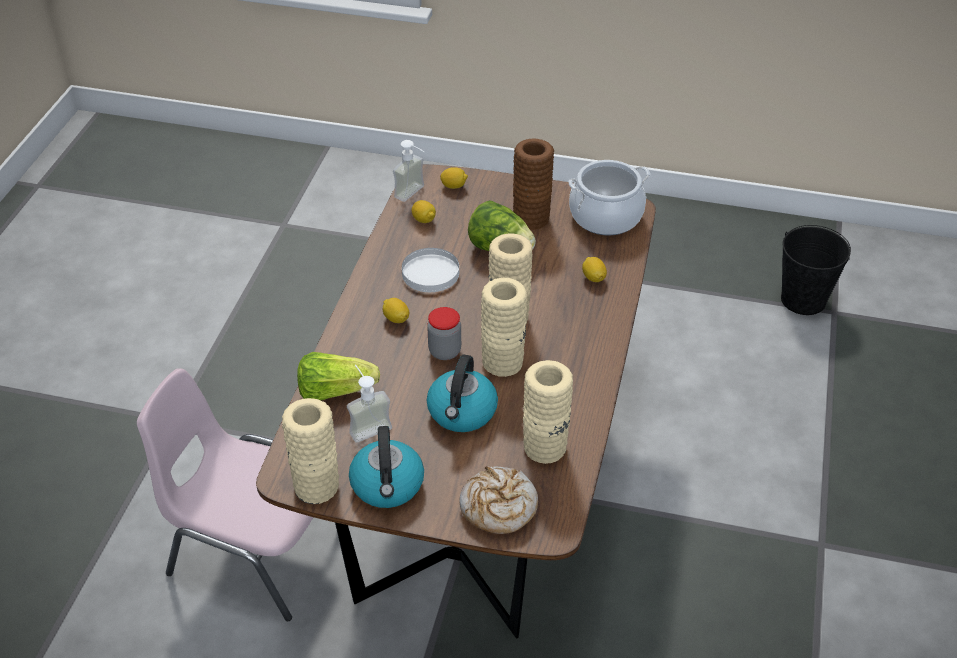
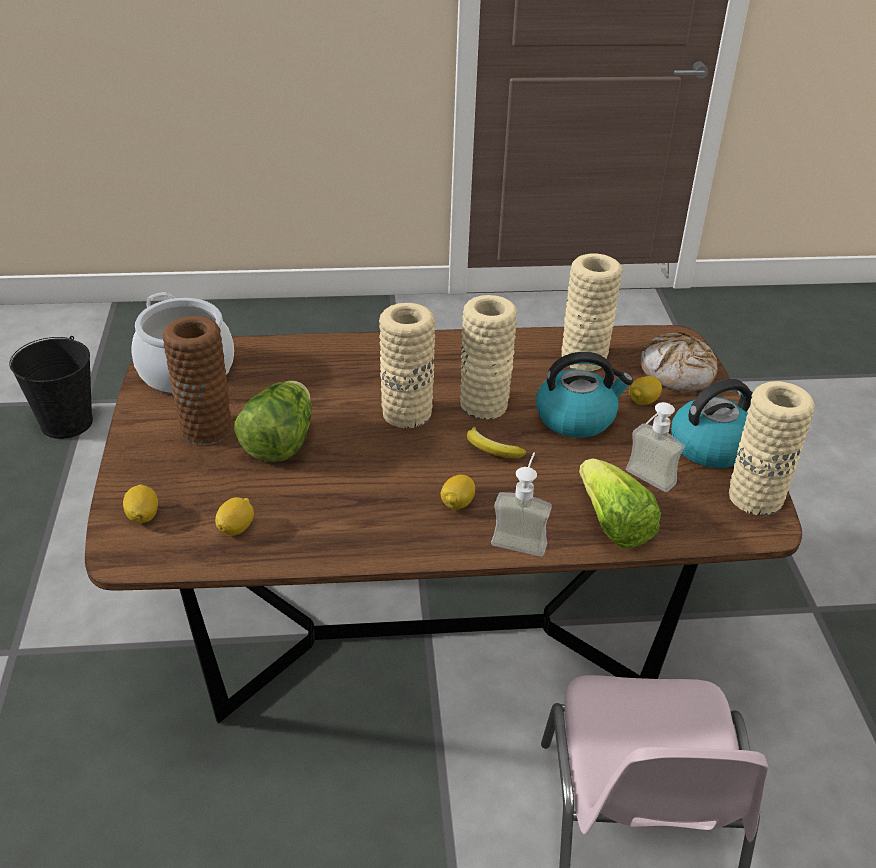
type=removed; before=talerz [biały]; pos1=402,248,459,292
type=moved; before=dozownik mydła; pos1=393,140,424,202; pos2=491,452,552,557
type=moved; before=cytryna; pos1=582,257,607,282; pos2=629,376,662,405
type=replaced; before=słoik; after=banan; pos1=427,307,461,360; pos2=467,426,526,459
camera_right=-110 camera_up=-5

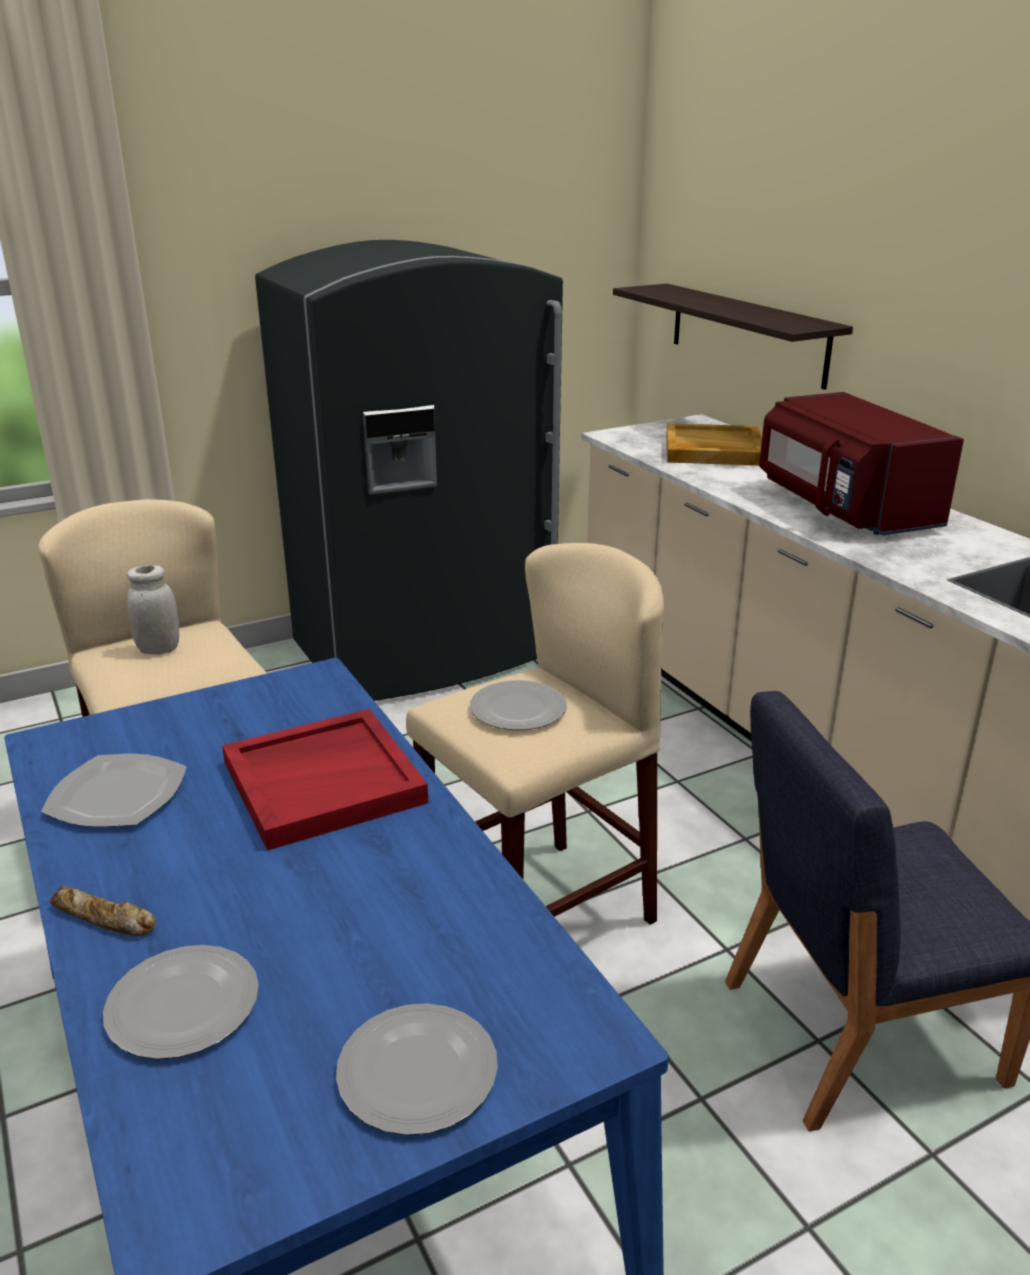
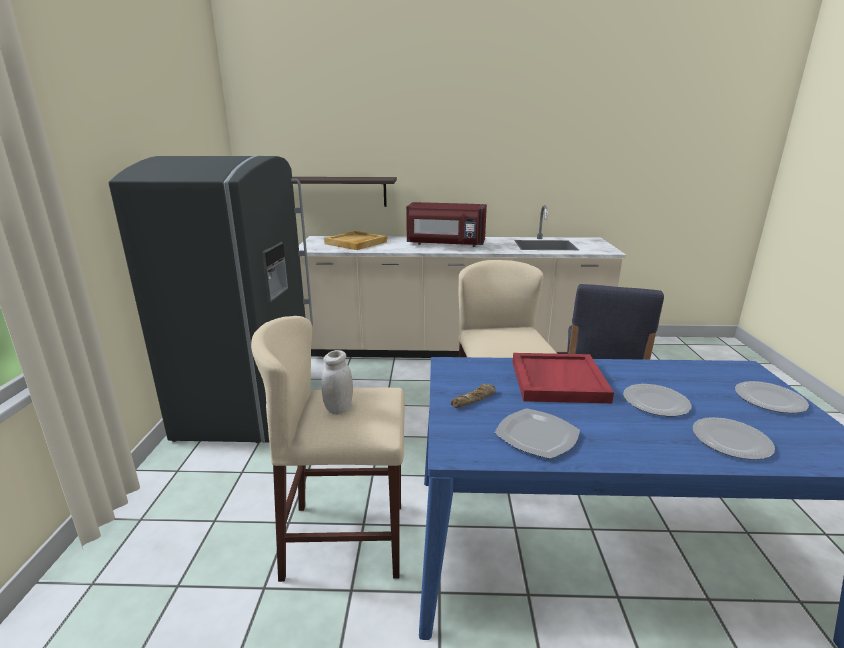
type=moved; before=chleb; pos1=50,886,156,936; pos2=451,384,495,408
type=moved; before=talerz; pos1=470,680,567,730; pos2=623,384,691,416
camera_right=-60 camera_up=-5

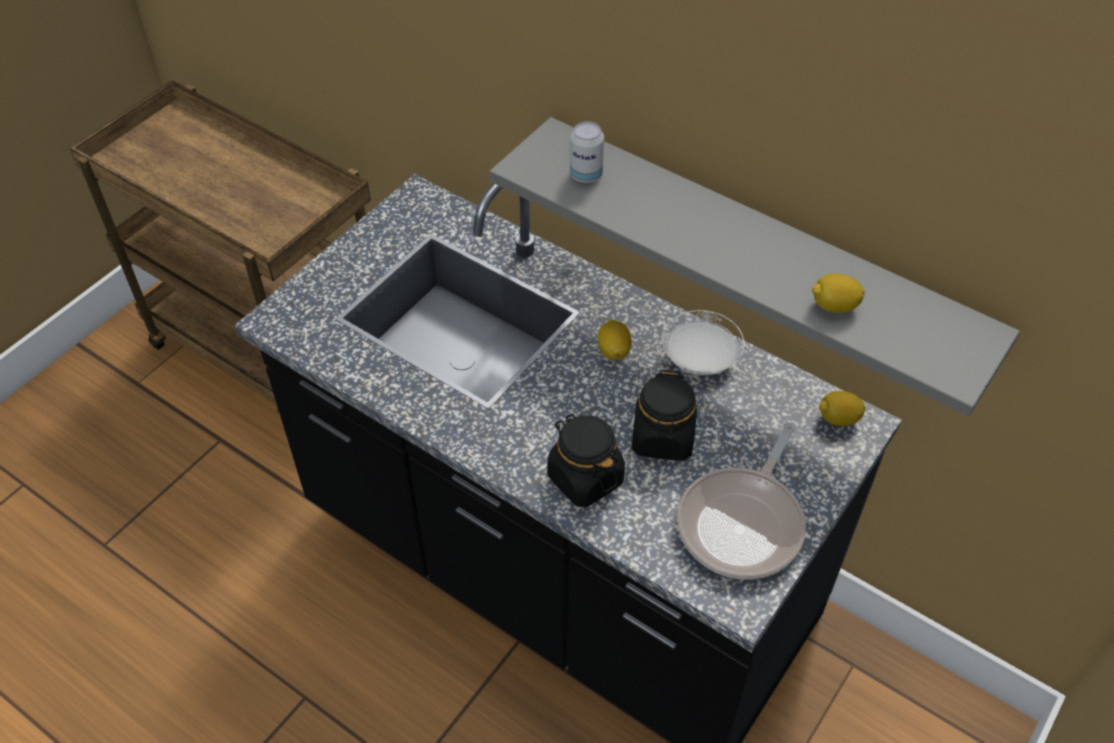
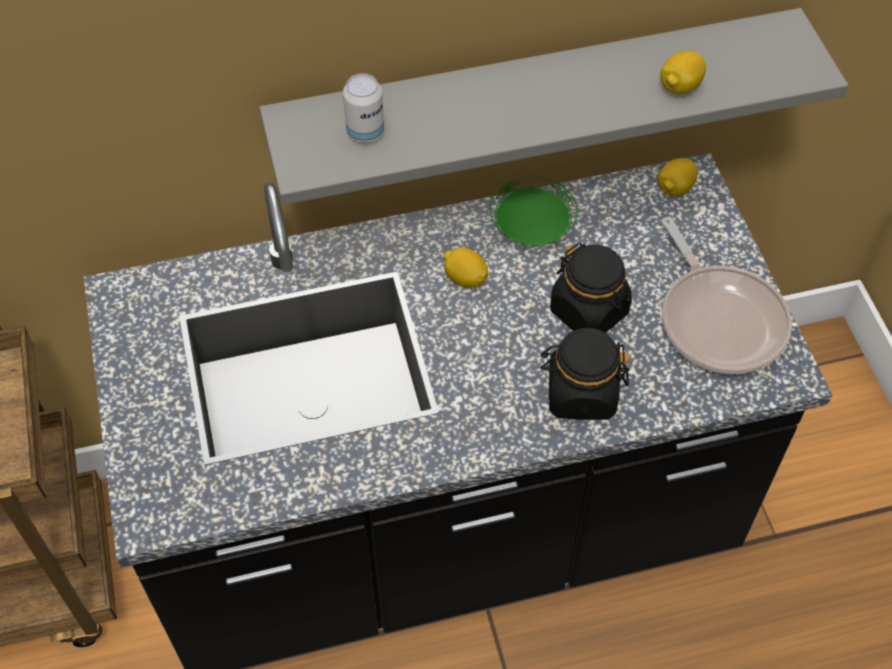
type=recoloured; before=talerz [biały]; after=talerz [zielony]; pos1=662,310,744,375; pos2=490,176,578,246
camera_right=-50 camera_up=5

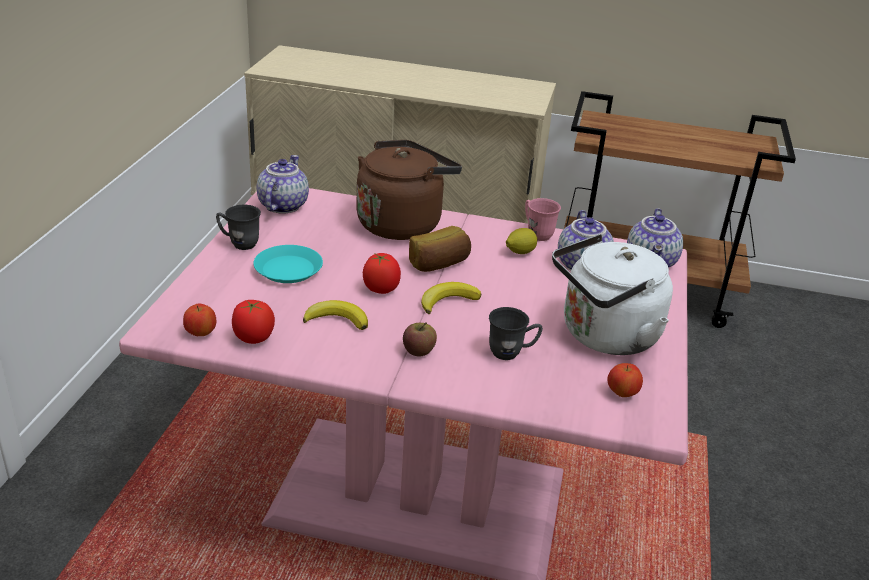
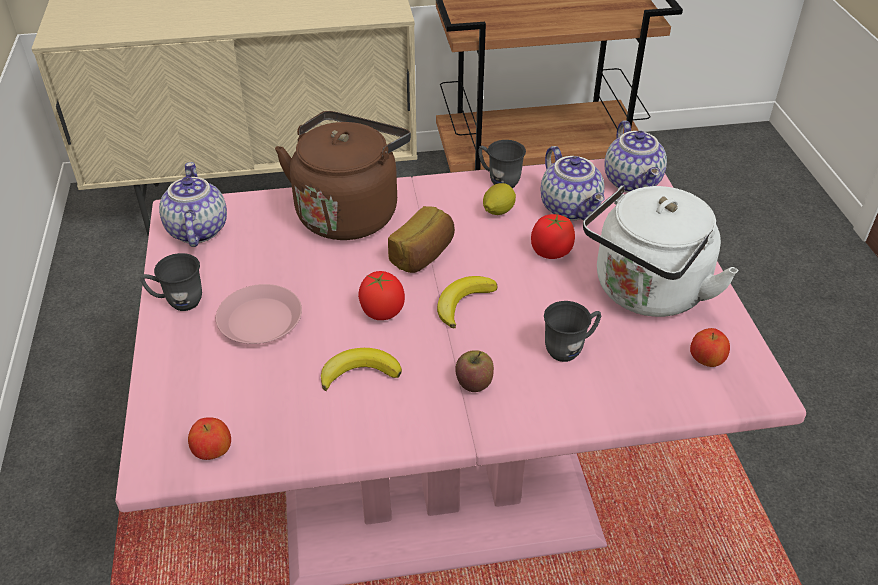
type=moved; before=pomidor; pos1=232,300,275,344; pos2=531,214,575,259
type=recoloured; before=talerz [turkusowy]; after=talerz [różowy]; pos1=253,245,323,283; pos2=216,284,302,344
type=recoloured; before=kubek [różowy]; after=kubek [szary]; pos1=525,198,561,241; pos2=478,140,526,188
camera_right=-20 camera_up=10

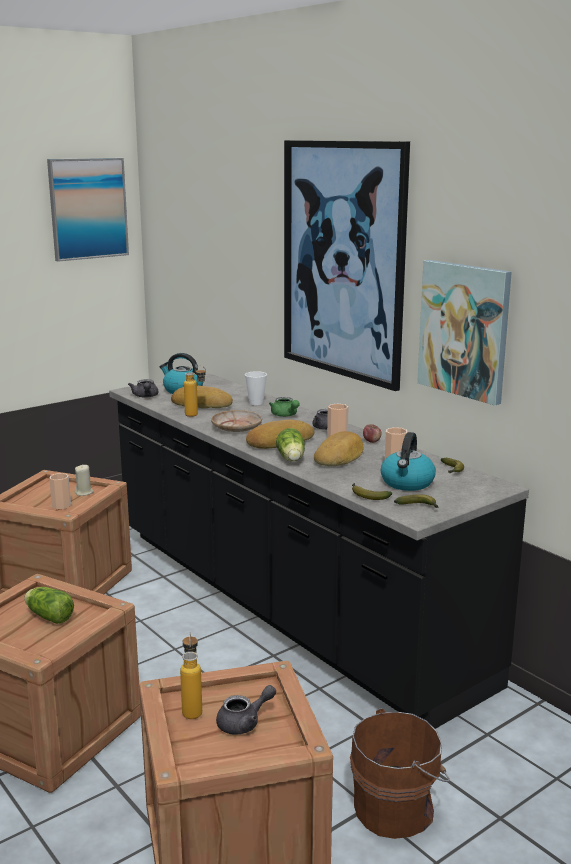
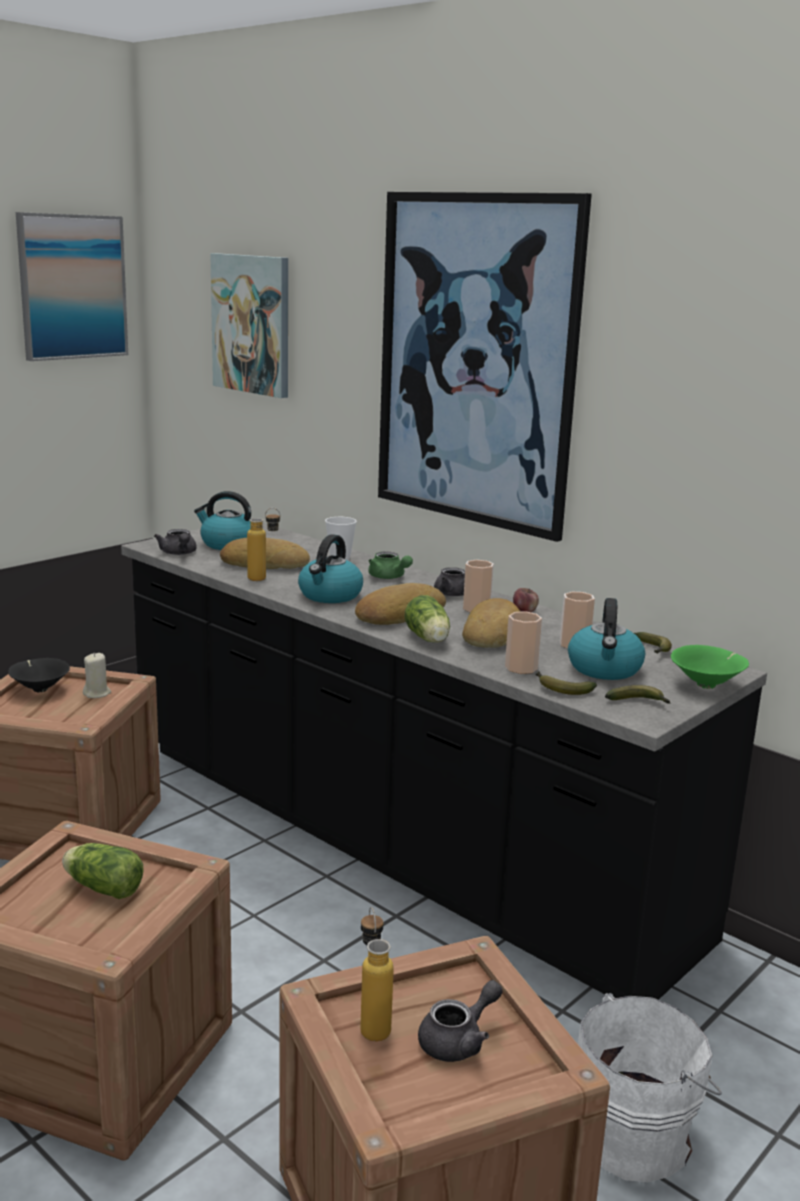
type=added; after=miska [czarny]; pos2=8,658,70,692
type=added; after=miska [zielony]; pos2=671,645,749,689
type=moved; before=filiżanka; pos1=49,473,71,509; pos2=505,611,542,674
type=moved; before=obraz; pos1=417,260,512,405; pos2=210,253,288,398
type=replaced; before=talerz [beżowy]; after=czajnik; pos1=211,410,262,432; pos2=298,534,363,603
type=recoloured; before=wiadro [brązowy]; after=wiadro [biały]; pos1=350,708,450,839; pos2=578,993,722,1182
camera_right=-10 camera_up=0

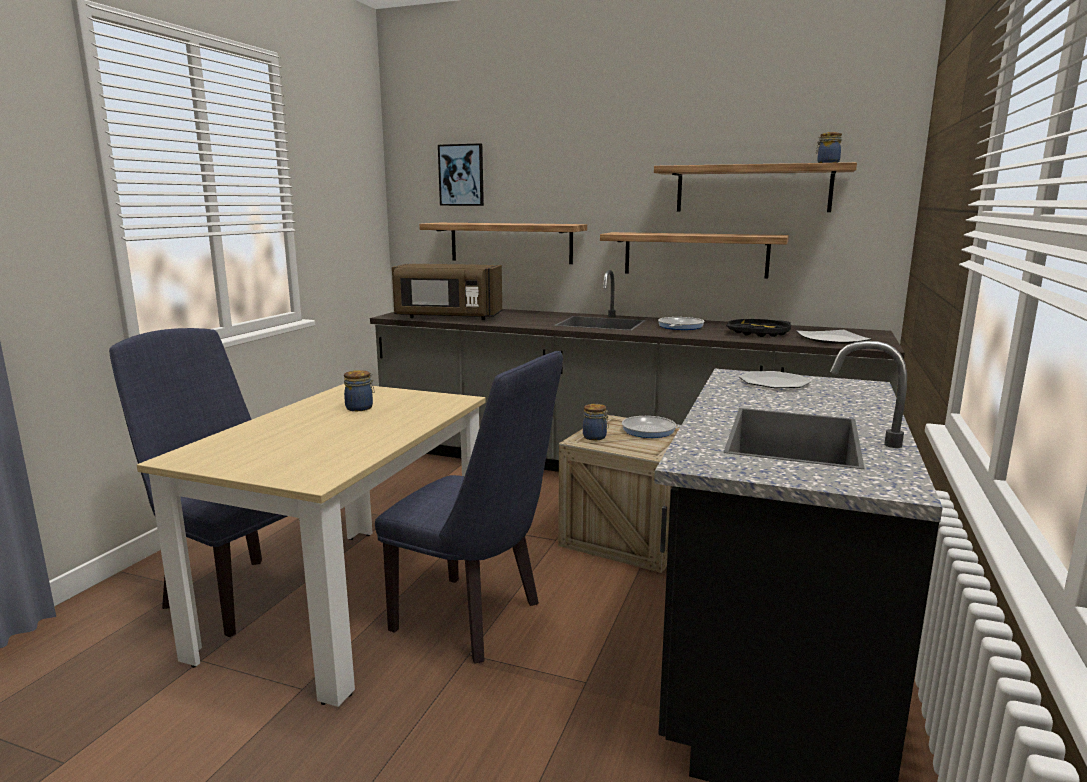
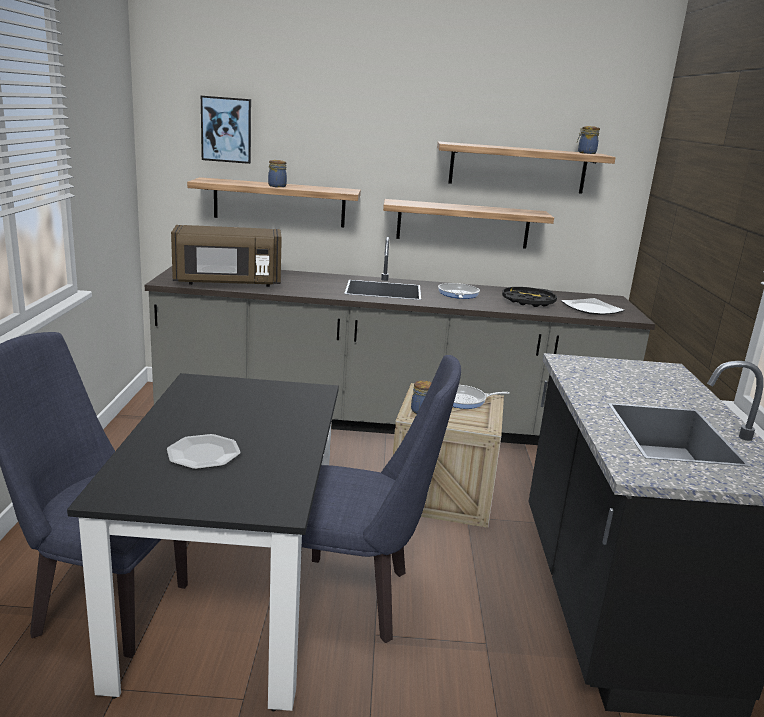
type=moved; before=słoik; pos1=344,370,375,411; pos2=268,160,287,187
type=moved; before=talerz; pos1=739,371,811,388; pos2=167,434,241,469
type=recoloured; before=stół jadalny [beżowy]; after=stół jadalny [czarny]; pos1=137,384,486,707; pos2=67,373,339,711
camera_right=-20 camera_up=5

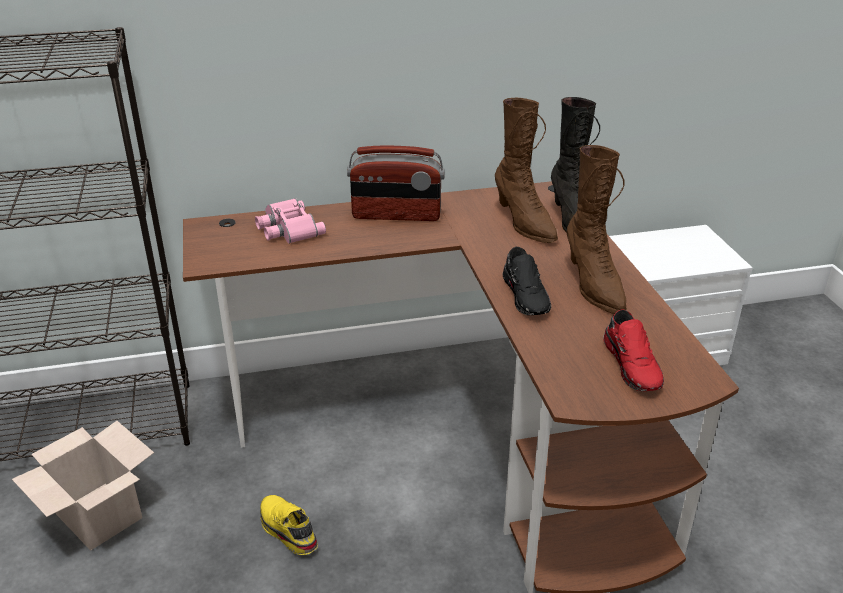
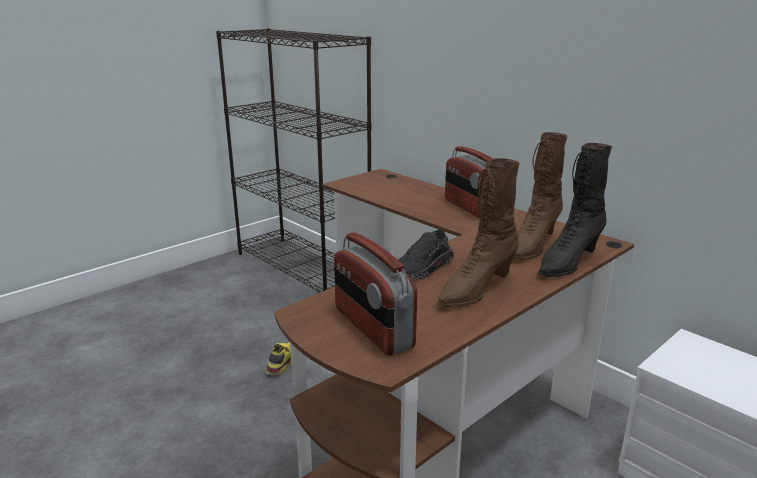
type=removed; before=karton; pos1=12,421,154,551
type=removed; before=lornetka [różowy]; pos1=255,198,326,243
type=replaced; before=but [czerwony]; after=radio; pos1=603,309,664,391; pos2=334,232,417,356
camera_right=60 camera_up=-10

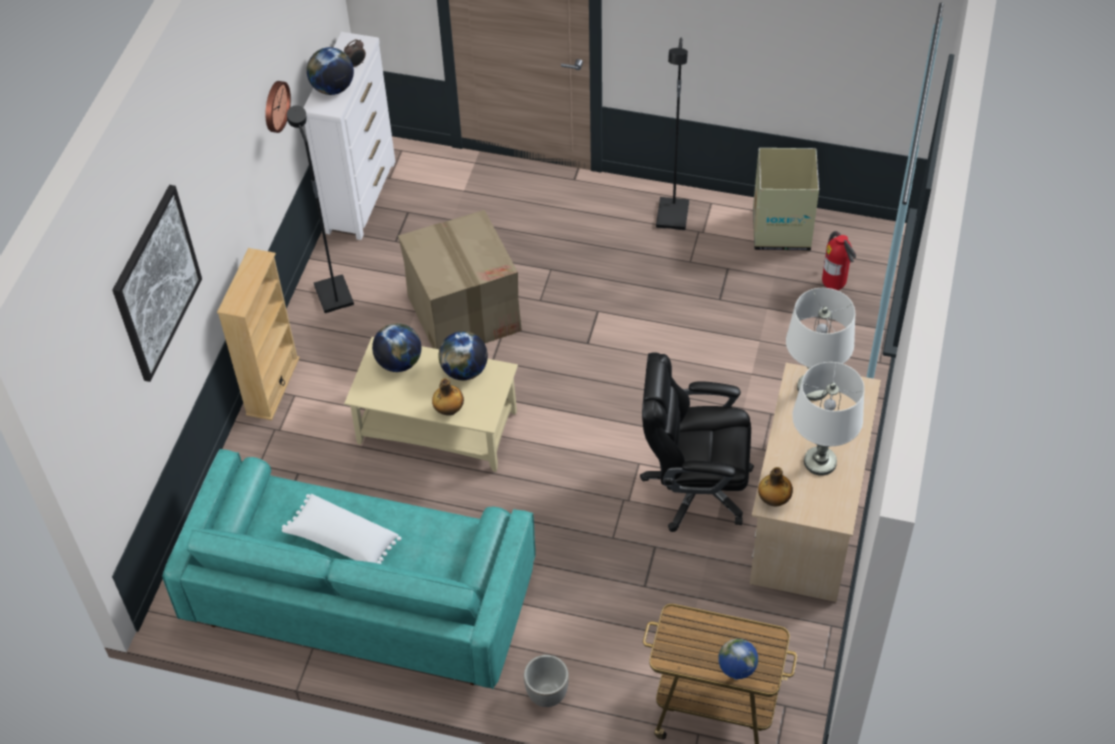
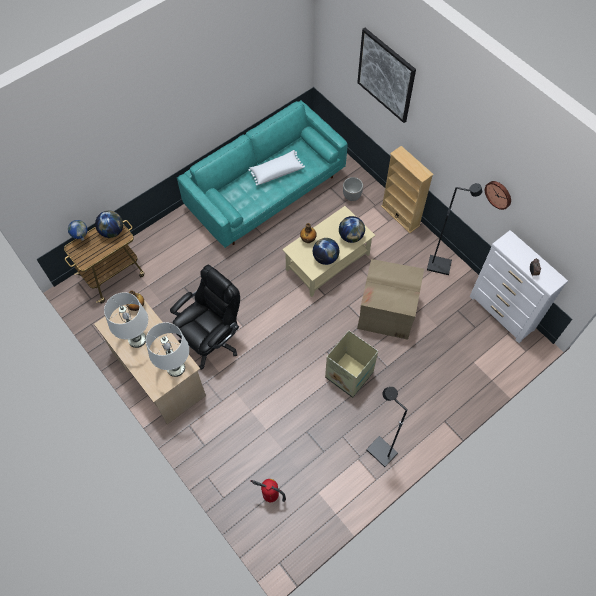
type=moved; before=globus; pos1=307,47,354,95; pos2=95,211,123,238
type=moved; before=donica; pos1=524,655,569,707; pos2=343,177,363,201
type=moved; before=karton; pos1=753,148,819,251; pos2=325,331,378,398
camera_right=125 camera_up=10

